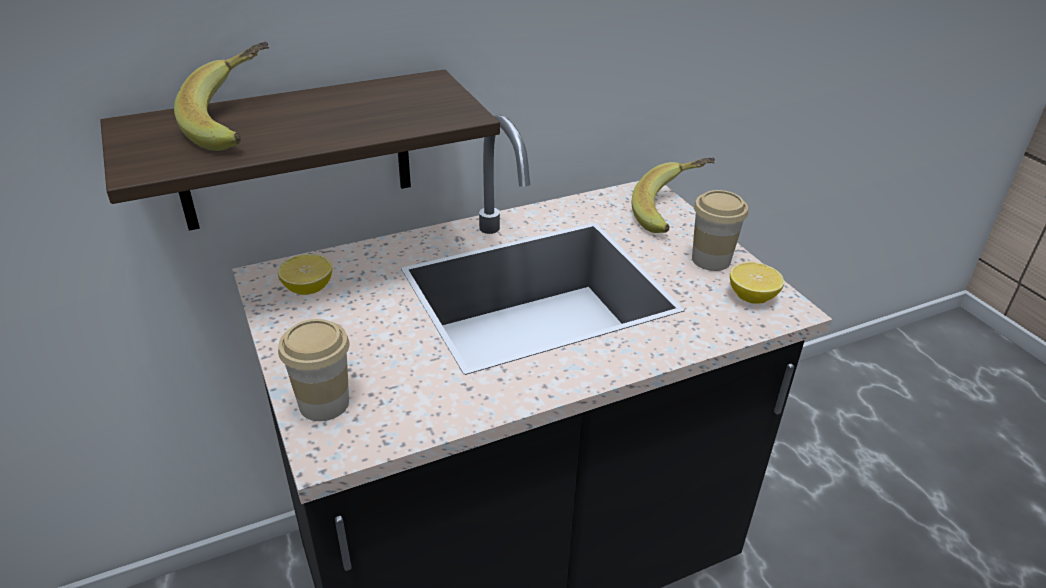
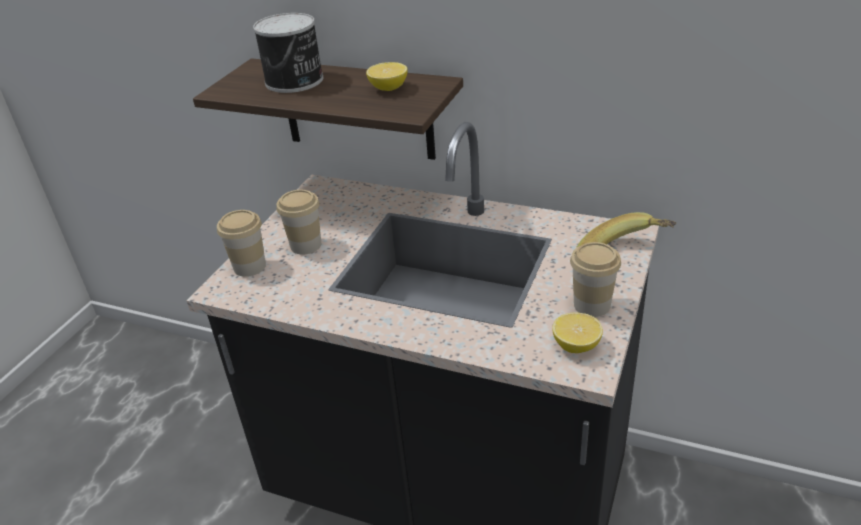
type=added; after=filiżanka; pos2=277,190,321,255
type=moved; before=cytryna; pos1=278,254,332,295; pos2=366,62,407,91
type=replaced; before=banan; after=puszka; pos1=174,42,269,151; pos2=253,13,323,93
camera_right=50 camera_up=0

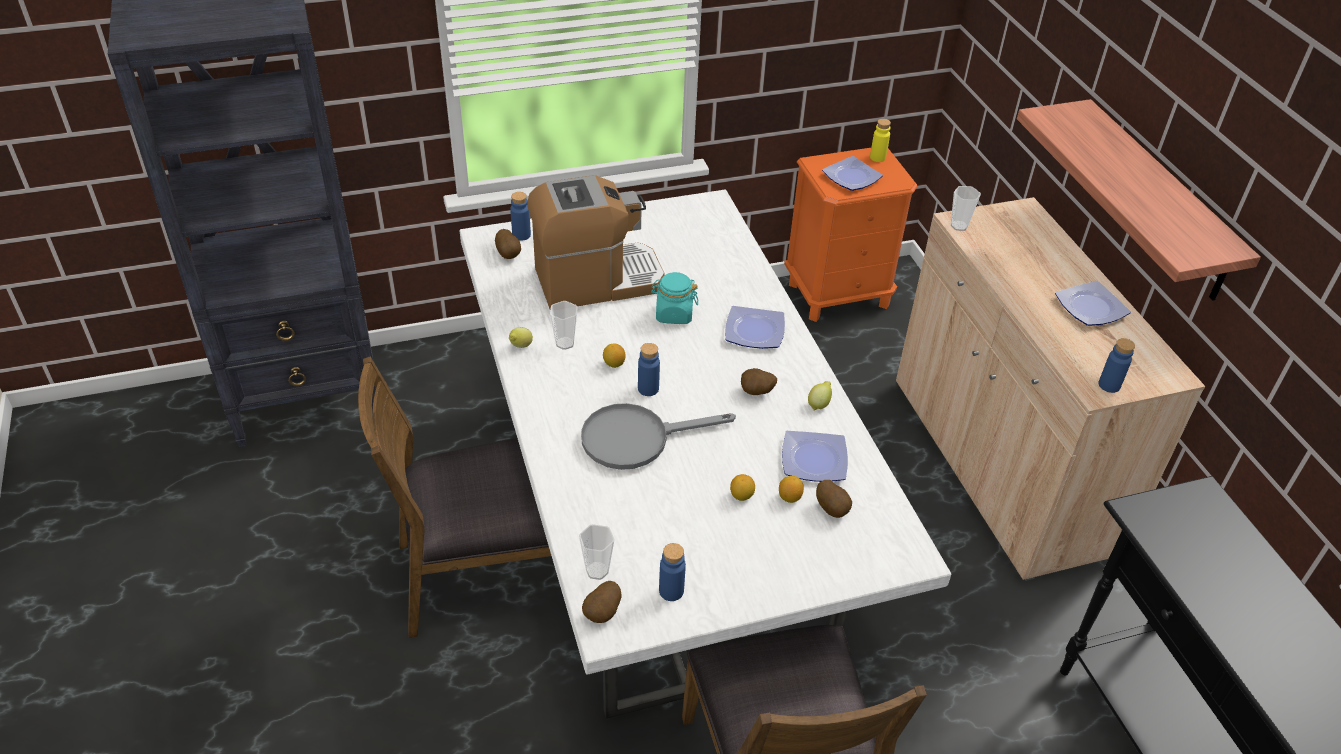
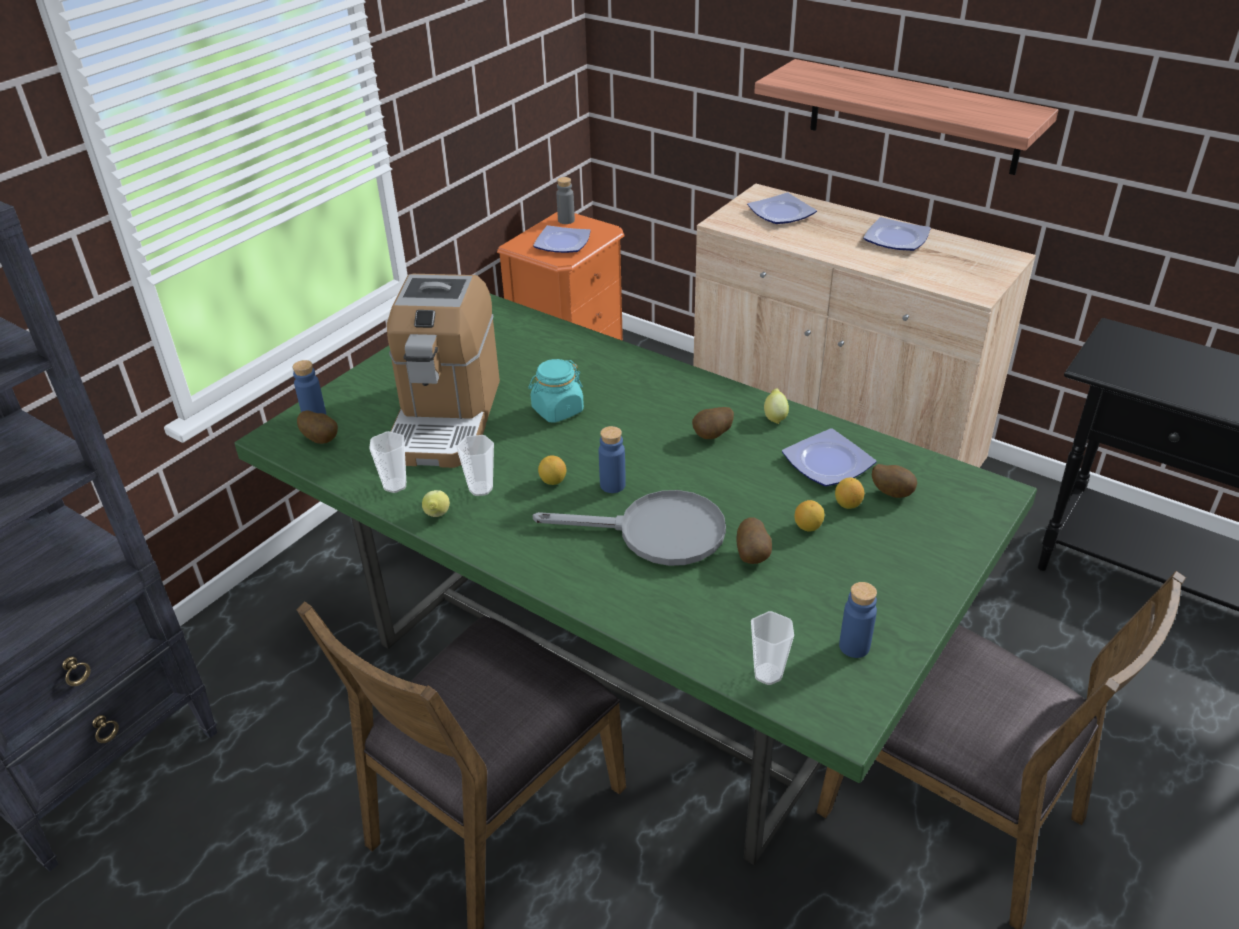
type=removed; before=butelka [niebieski]; pos1=1099,338,1135,393
type=moved; before=ziemniak; pos1=582,581,622,623; pos2=736,517,772,564
type=moved; before=talerz; pos1=725,306,785,349; pos2=747,193,817,224
type=moved; before=filiżanka; pos1=951,186,981,231; pos2=369,431,406,493
type=recoloured; before=stół jadalny [biały]; after=stół jadalny [zielony]; pos1=460,190,951,718; pos2=234,294,1037,865
type=recoloured; before=butelka [żółty]; after=butelka [szary]; pos1=870,119,891,162; pos2=556,177,575,224
type=turned; before=ekspres do kawy; pos1=527,175,665,309; pos2=387,274,500,468; turn=150
type=turned; before=patelnia [szary]; pos1=581,403,736,470; pos2=533,490,726,566; turn=-120
camera_right=-35 camera_up=-5

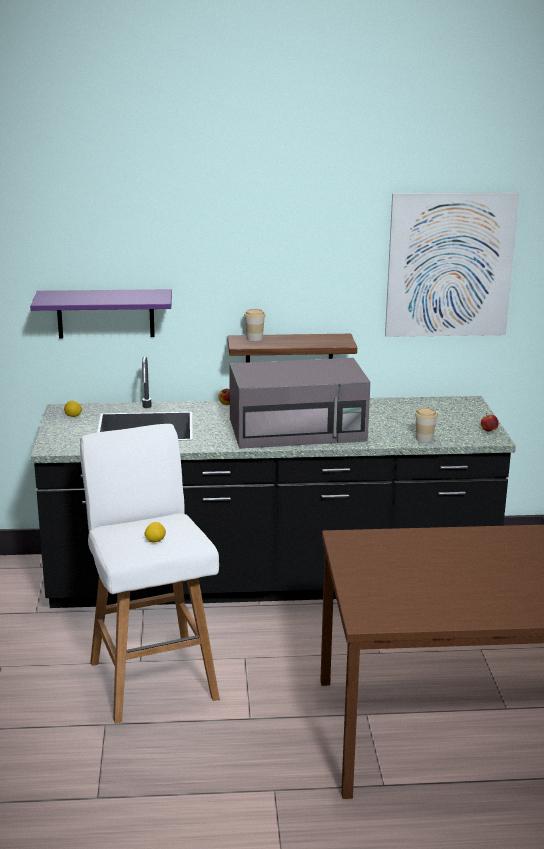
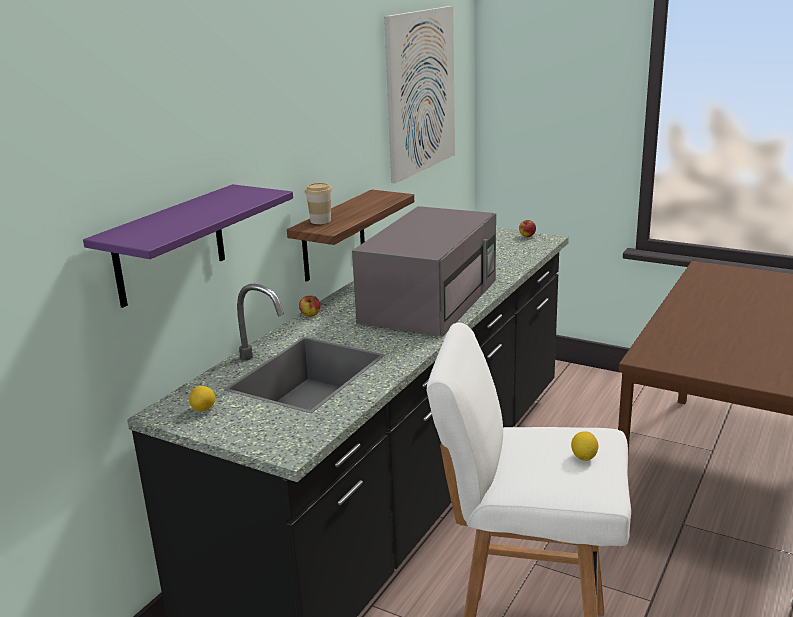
type=removed; before=filiżanka; pos1=415,408,437,442
camera_right=-55 camera_up=0

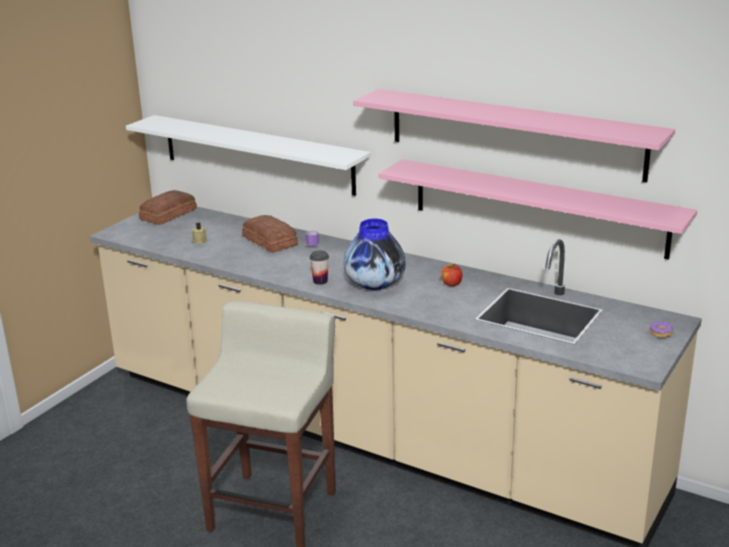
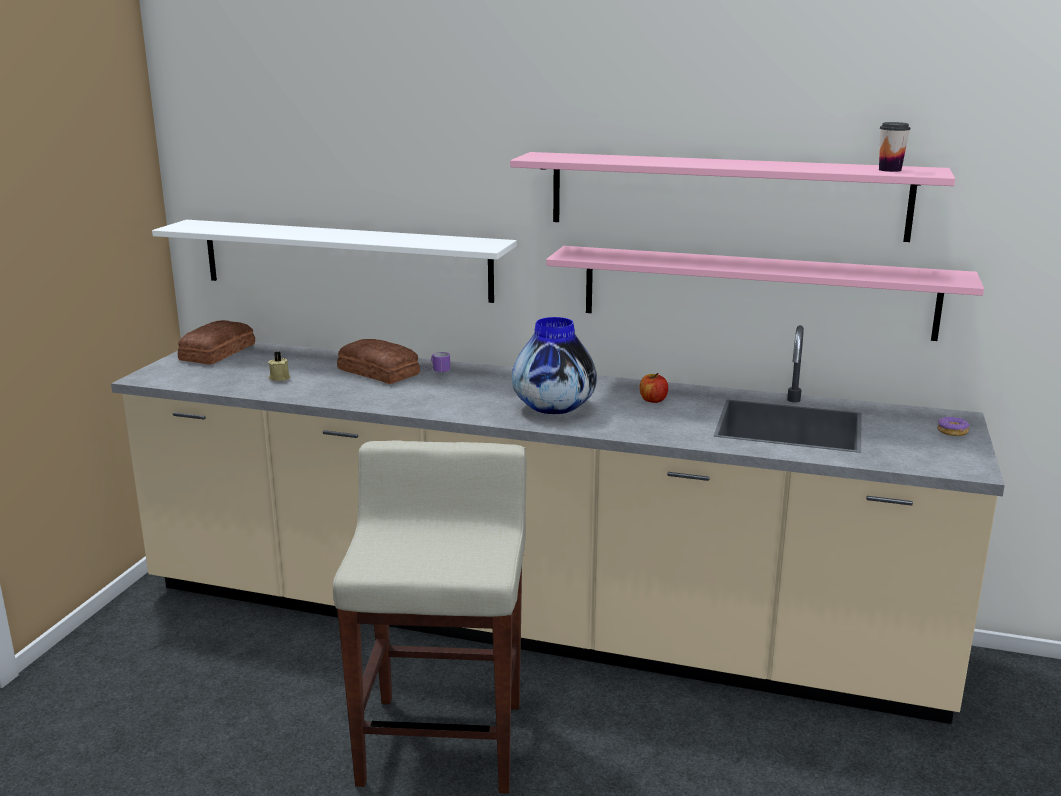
type=moved; before=filiżanka; pos1=310,251,329,285; pos2=879,122,910,172
camera_right=-15 camera_up=-5

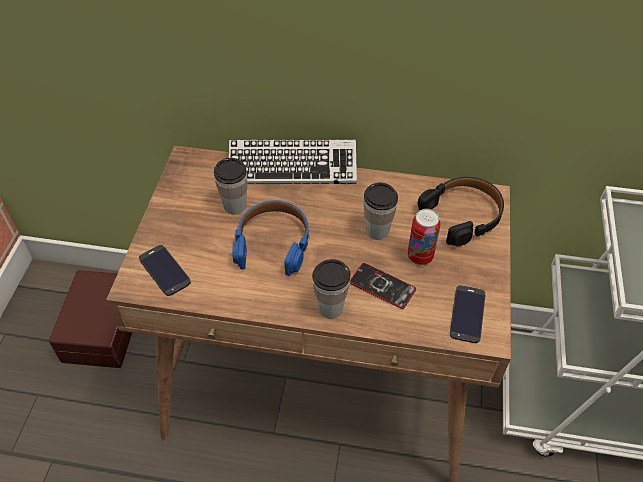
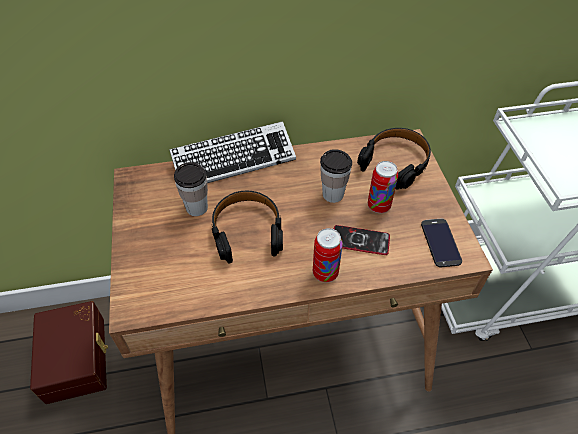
type=removed; before=telefon; pos1=139,245,191,296
type=replaced; before=filiżanka; after=puszka; pos1=312,259,351,319; pos2=313,228,343,283
type=recoloured; before=słuchawki [niebieski]; after=słuchawki [czarny]; pos1=232,200,309,276; pos2=212,191,283,264
camera_right=-20 camera_up=0

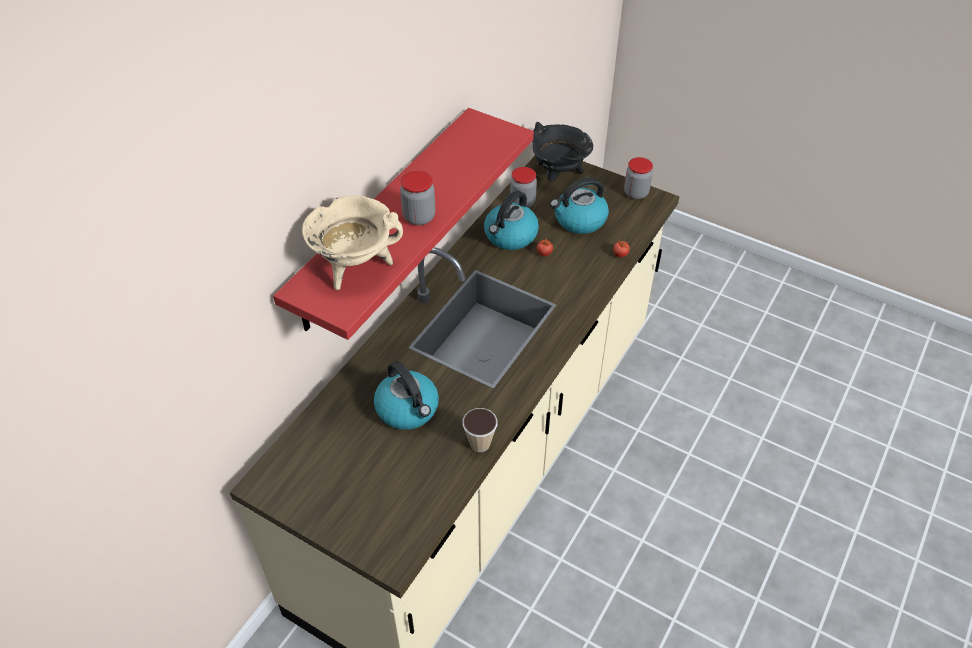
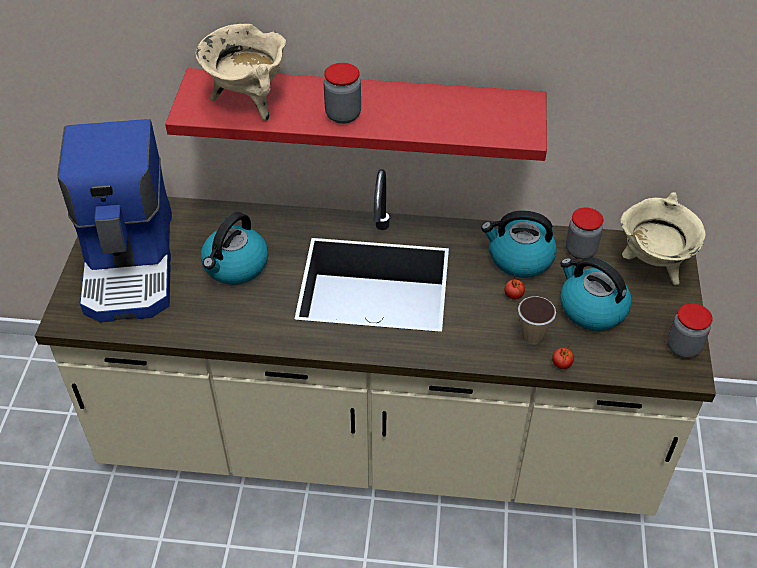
type=added; after=ekspres do kawy; pos2=57,119,172,323
type=moved; before=filiżanka; pos1=462,408,498,452; pos2=518,296,556,345
type=recoloured; before=garnek [czarny]; after=garnek [beżowy]; pos1=532,122,593,182; pos2=620,192,706,285
camera_right=65 camera_up=0

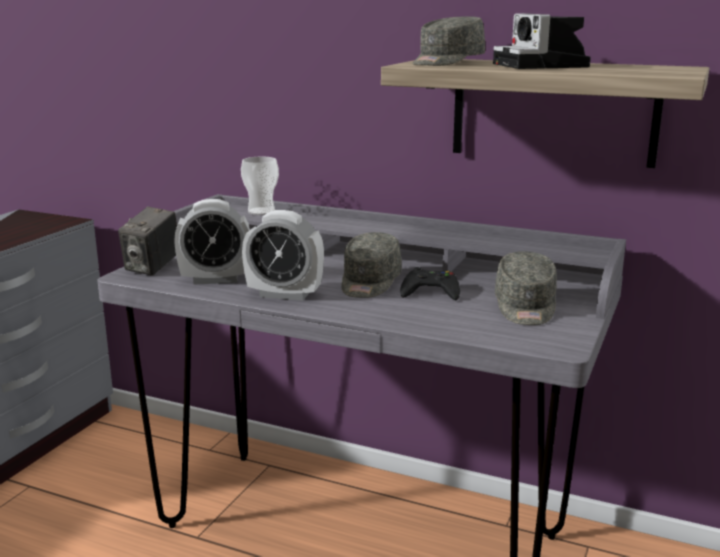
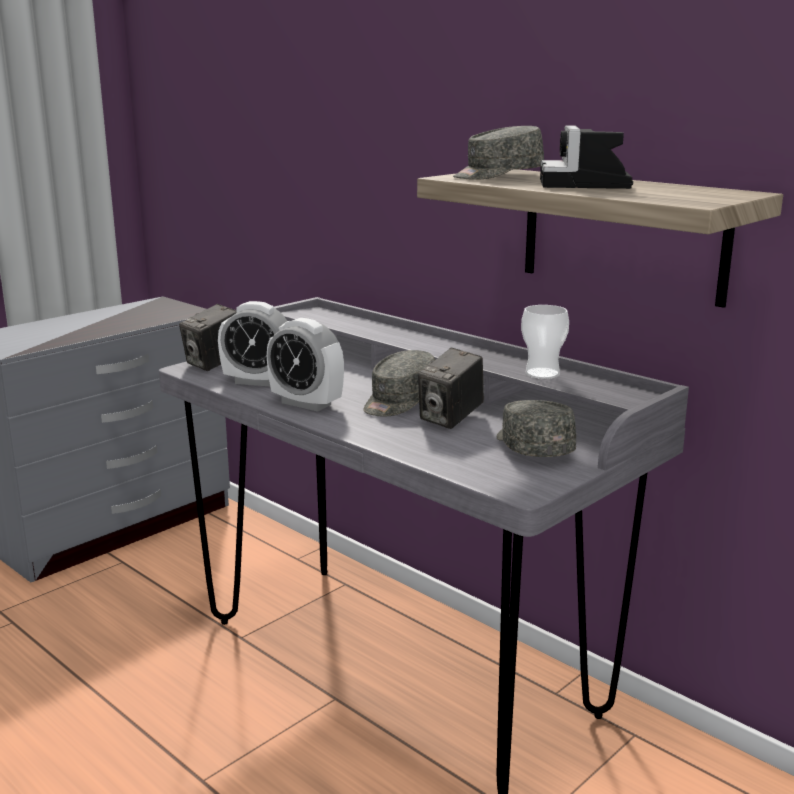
type=moved; before=filiżanka; pos1=241,157,279,215; pos2=521,305,569,379
type=replaced; before=pad do gier [czarny]; after=aparat fotograficzny; pos1=400,267,460,301; pos2=418,347,484,429
type=turned; before=czapka z daszkiem [szary]; pos1=495,251,557,325; pos2=497,400,576,457; turn=135
camera_right=20 camera_up=0

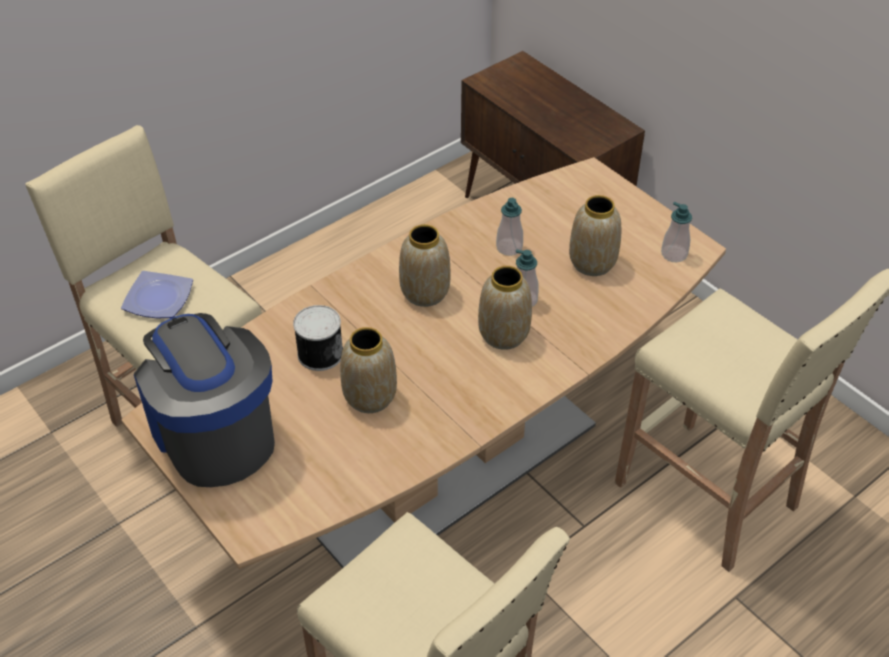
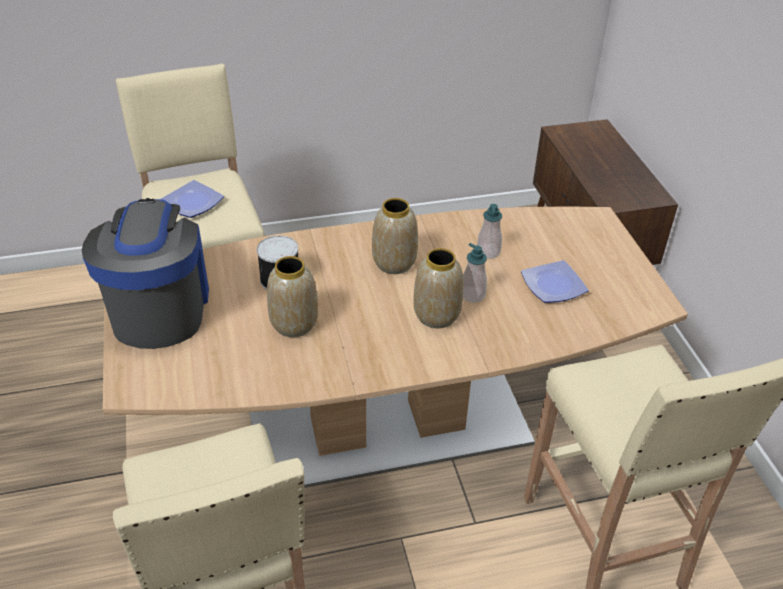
type=removed; before=dozownik mydła; pos1=661,202,692,262
type=replaced; before=wazon; after=talerz; pos1=569,195,621,276; pos2=521,260,589,303
camera_right=25 camera_up=-5

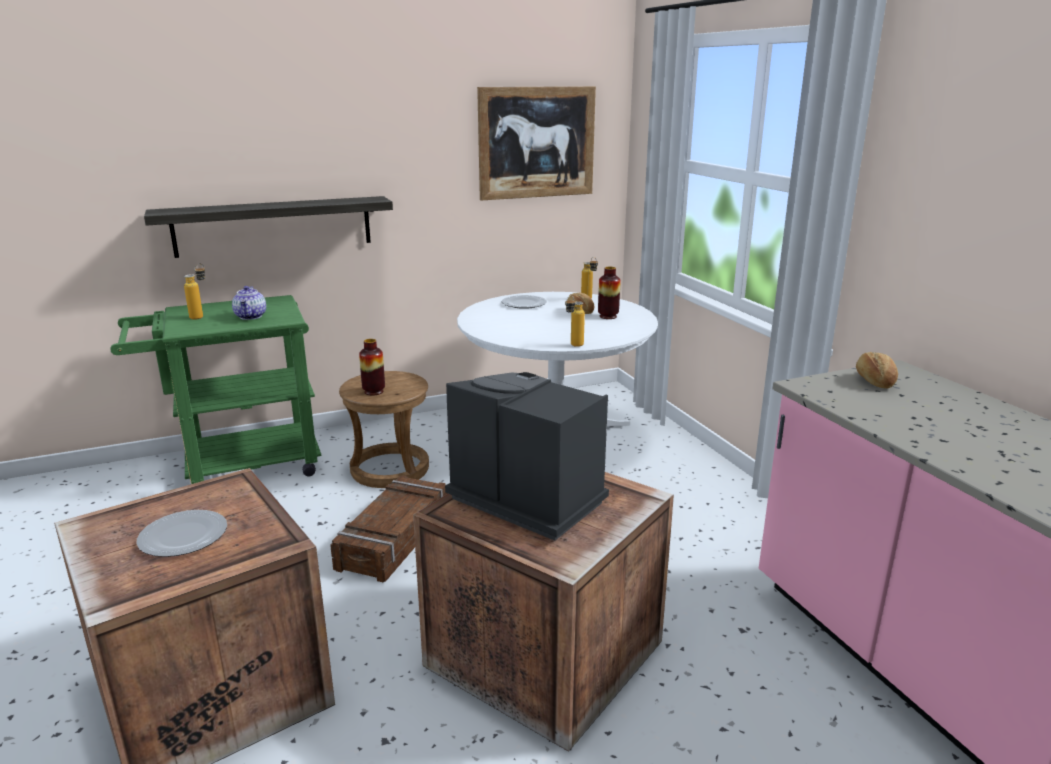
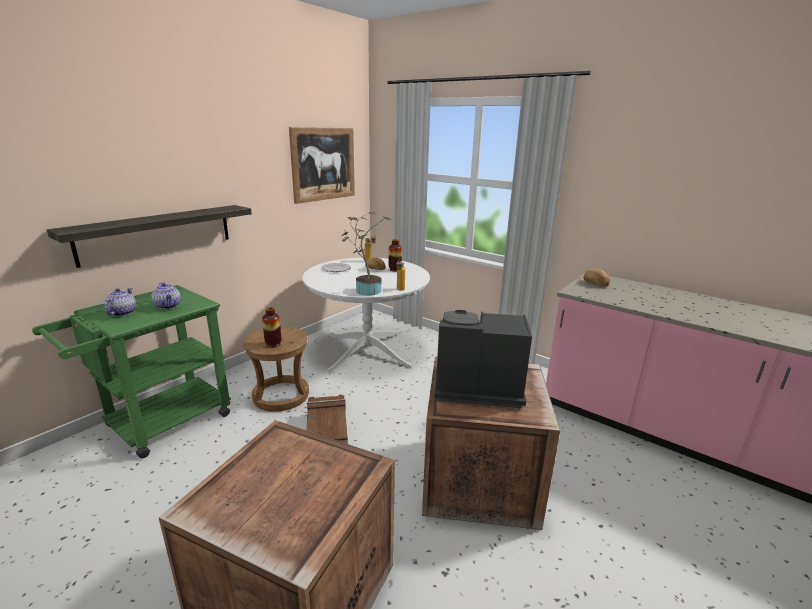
type=removed; before=talerz; pos1=136,510,227,557
type=added; after=roślina doniczkowa; pos2=342,212,391,295
type=replaced; before=butelka; after=imbryk; pos1=184,263,205,320; pos2=104,288,136,316
camera_right=-30 camera_up=0

